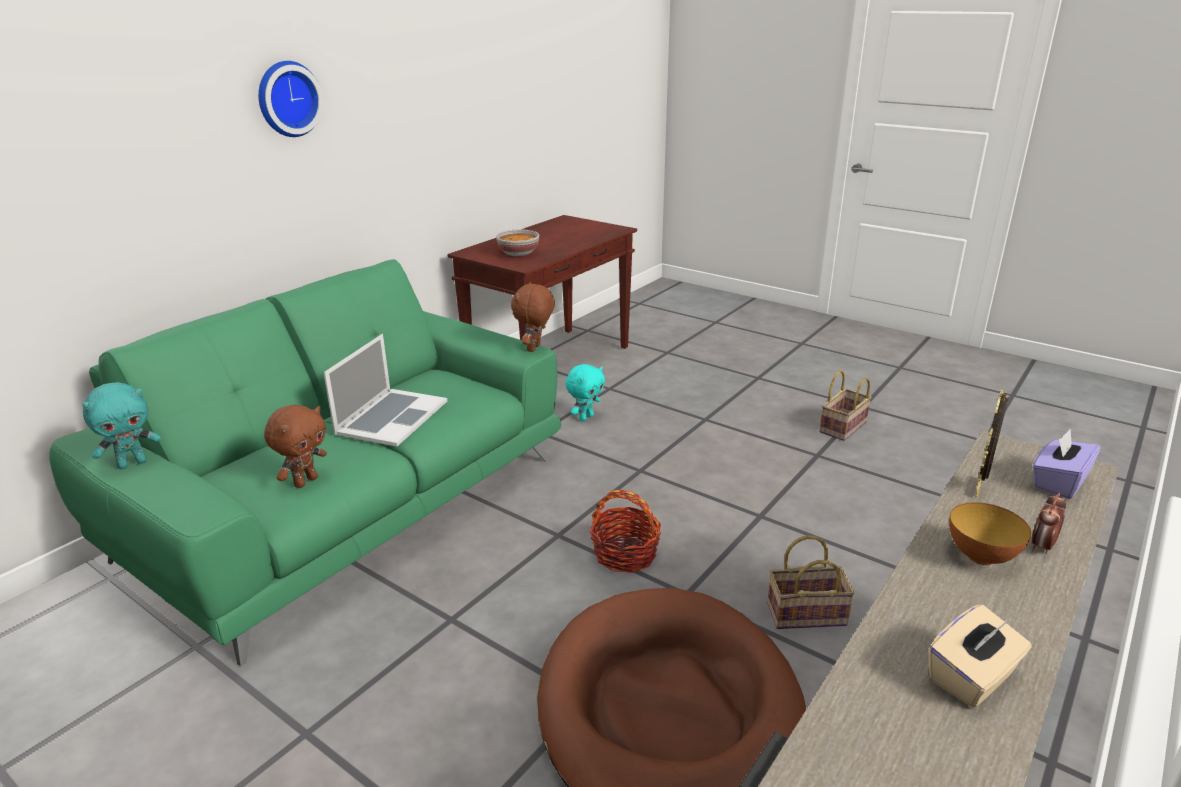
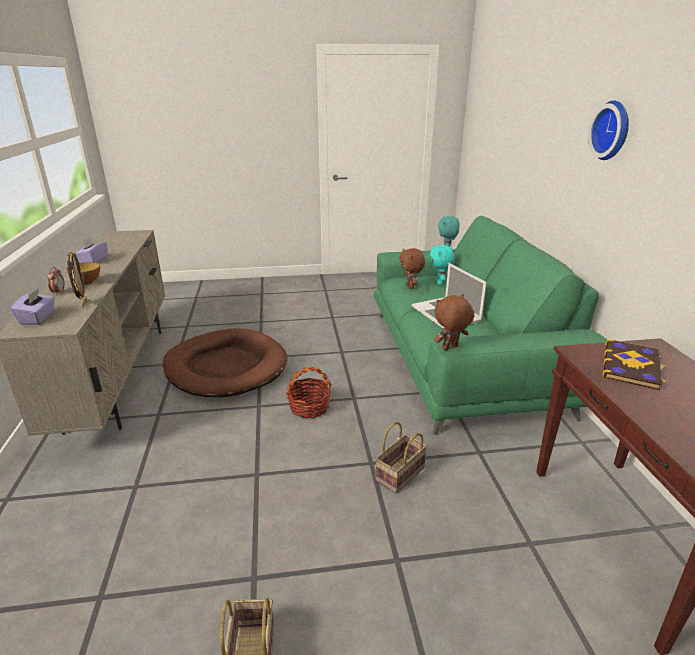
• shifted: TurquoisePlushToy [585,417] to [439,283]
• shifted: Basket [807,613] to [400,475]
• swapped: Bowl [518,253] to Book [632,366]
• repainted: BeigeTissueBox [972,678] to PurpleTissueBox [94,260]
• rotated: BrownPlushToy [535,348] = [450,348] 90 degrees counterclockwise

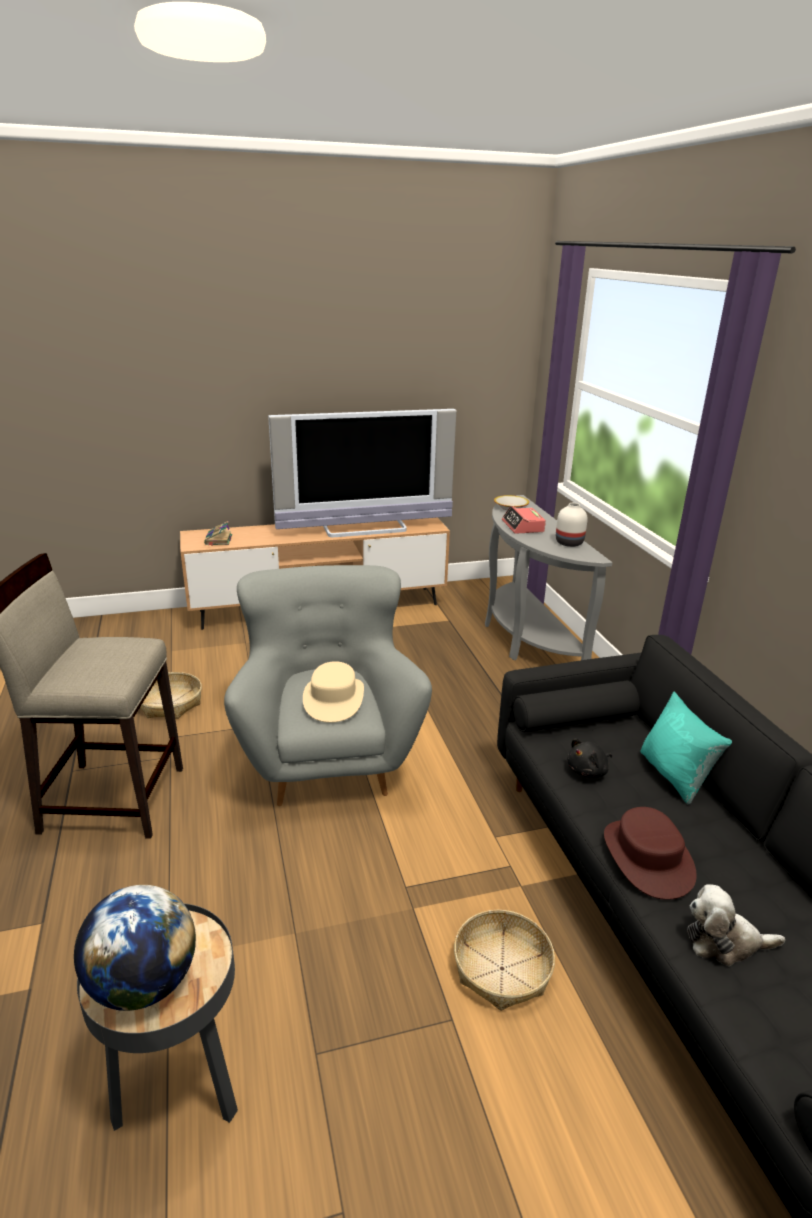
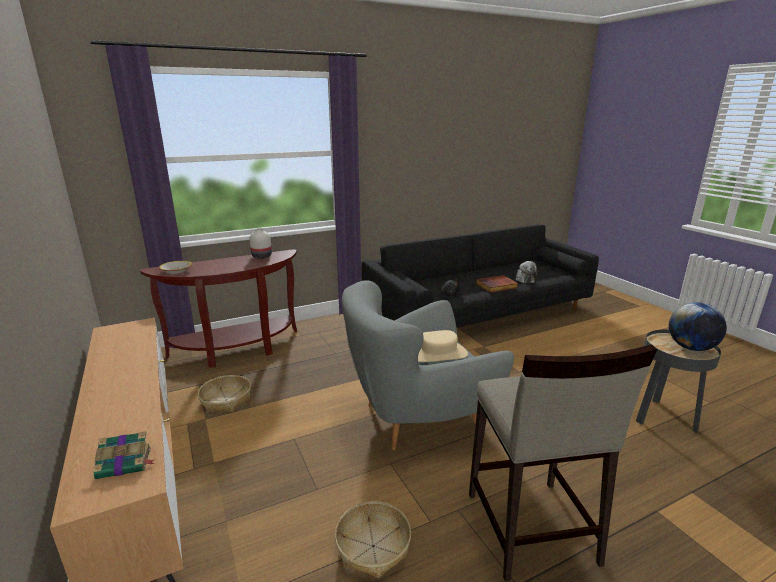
• gone: Television [365,528]
• gone: AlarmClock [523,526]
• gone: TurquoisePillow [674,776]
• shifted: Basket [502,969] to [226,400]
• swapped: BrownHat [646,857] to Book [496,286]
• repainted: GreyConsoleTable [526,637] to BrownConsoleTable [237,350]

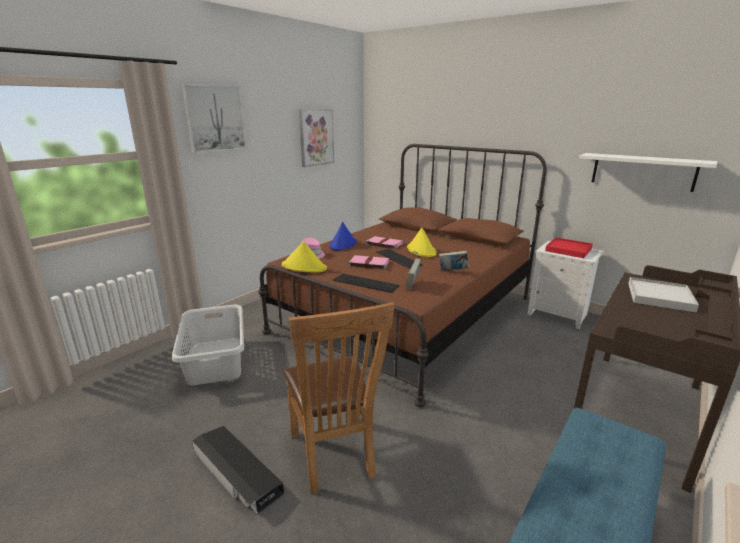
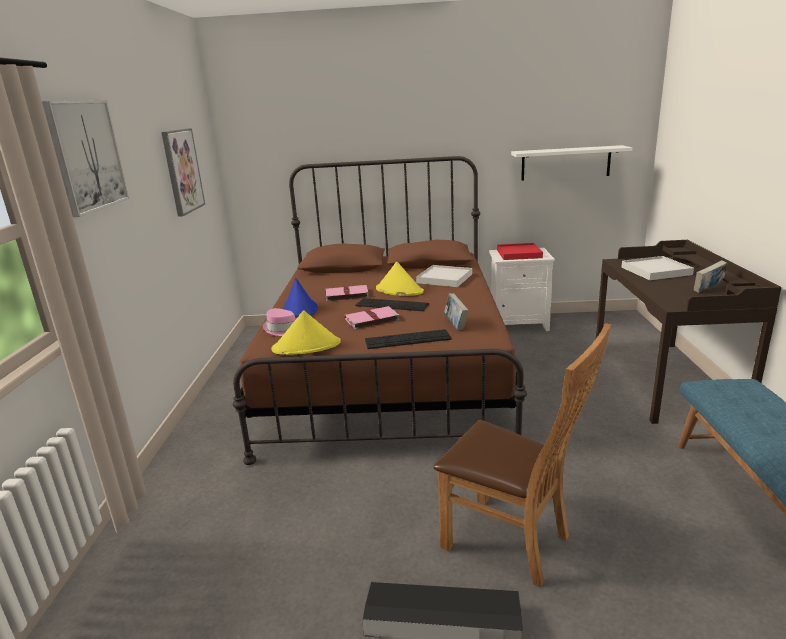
• gone: GreyLaundryBasket [216,360]
• new: WhiteTray [444,278]
• shifted: Book [453,271] to [708,290]

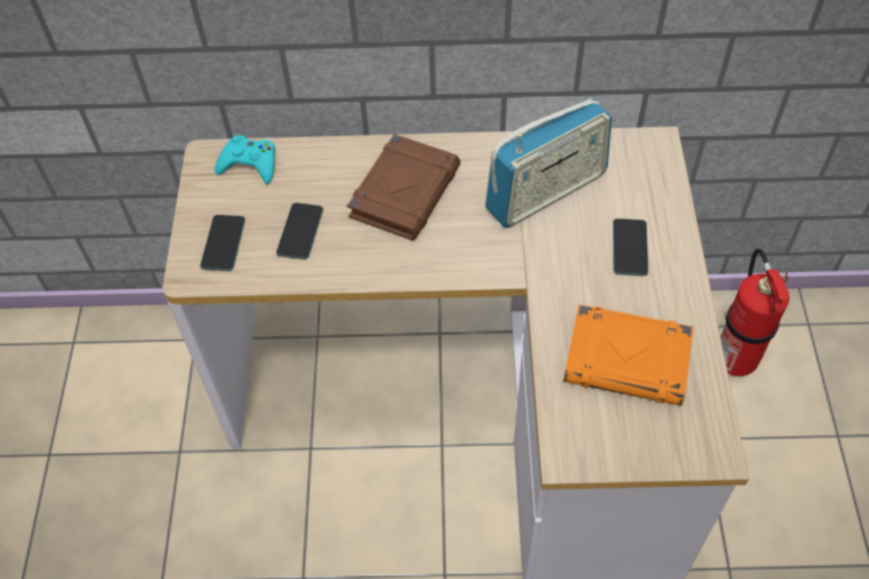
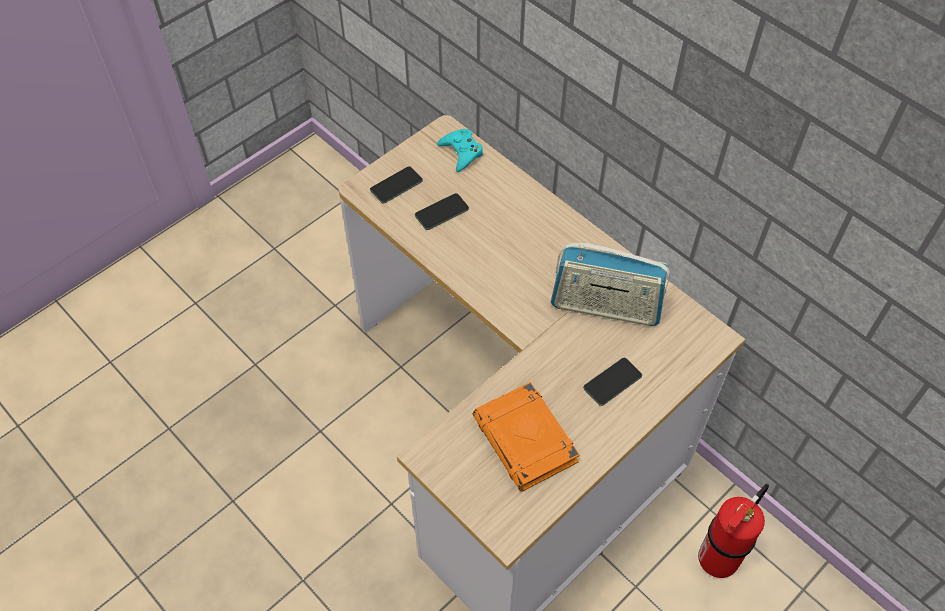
• gone: BrownBook [404,191]

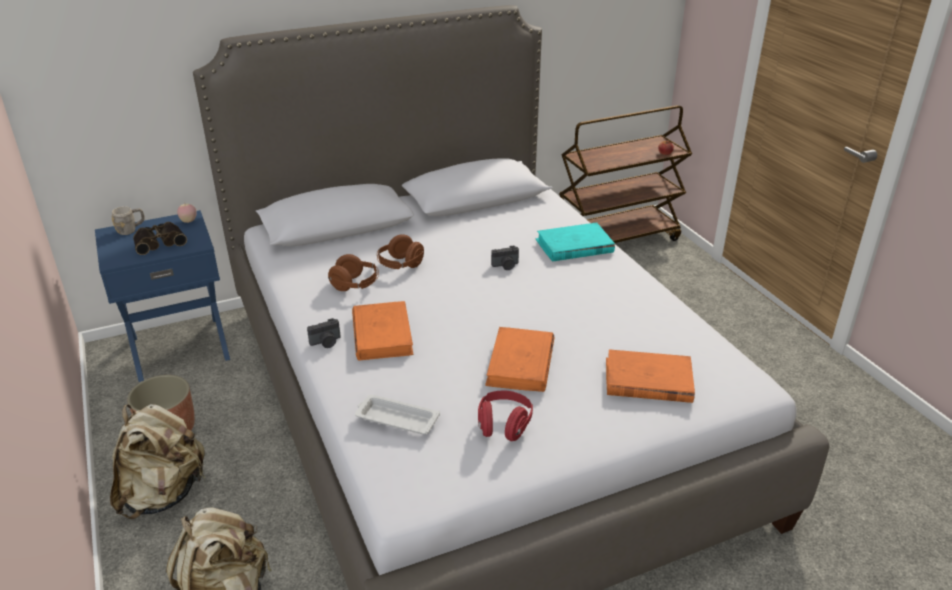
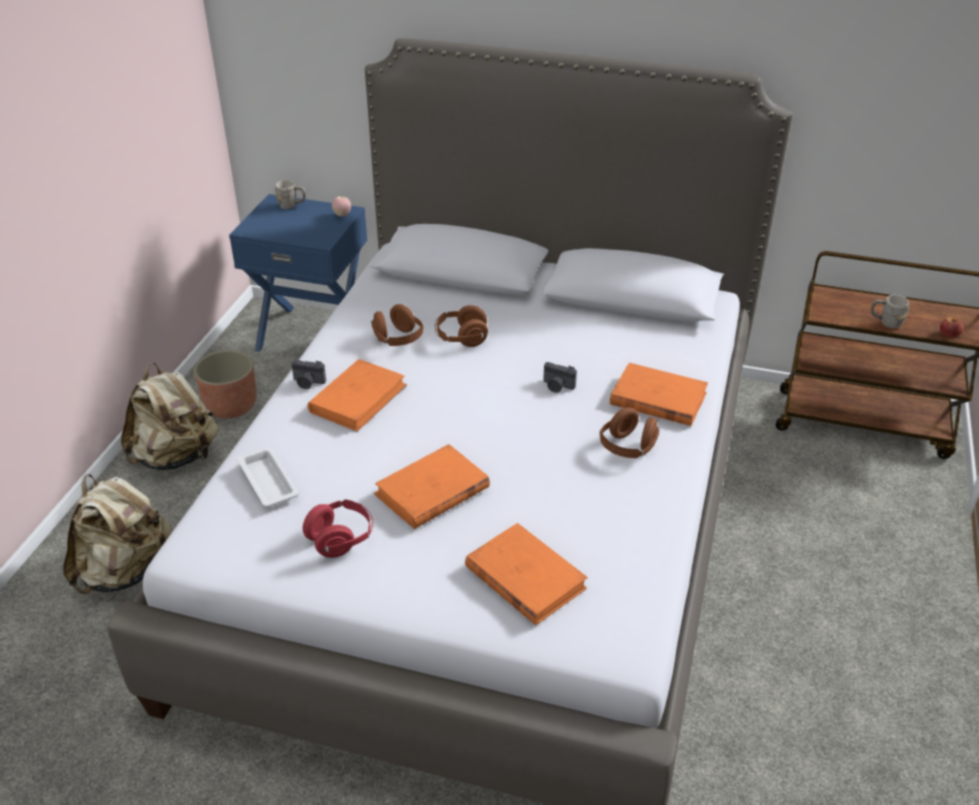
• gone: Binoculars [159,242]
• new: BrownHeadphones [627,448]
• new: GreyMug [885,322]
• repainted: TurquoiseBook [574,246] to OrangeBook [657,399]

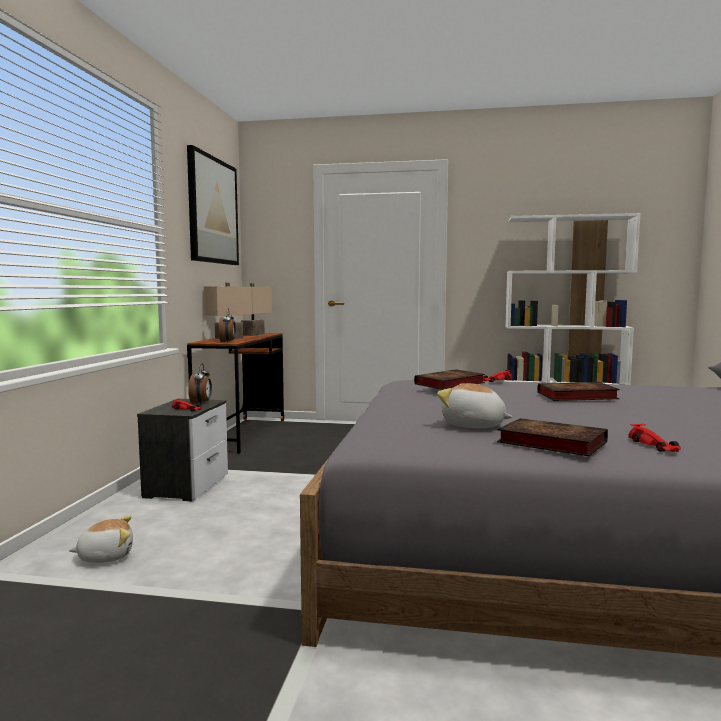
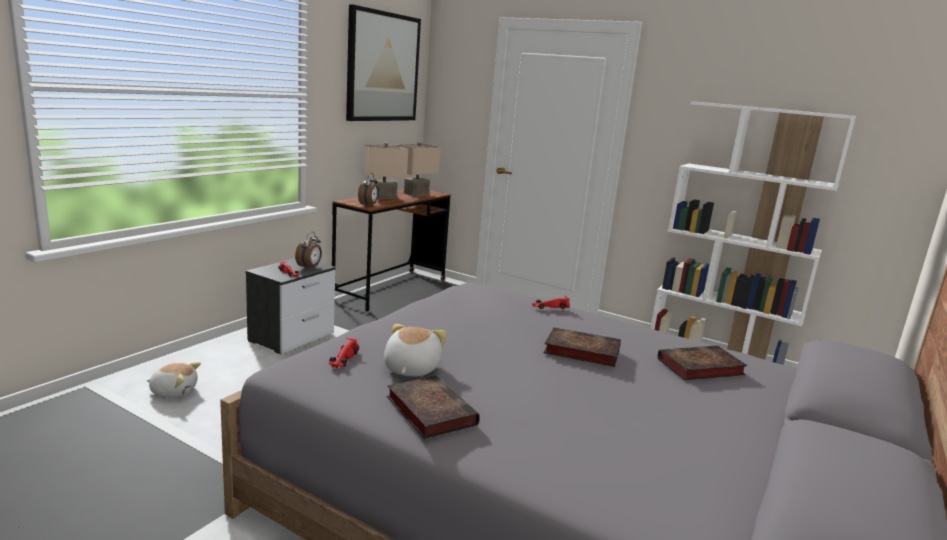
• shifted: Book [449,384] to [699,368]
• shifted: RedToyCar [654,446] to [343,358]
• rotated: PlushToy [473,425] = [410,368] 45 degrees clockwise

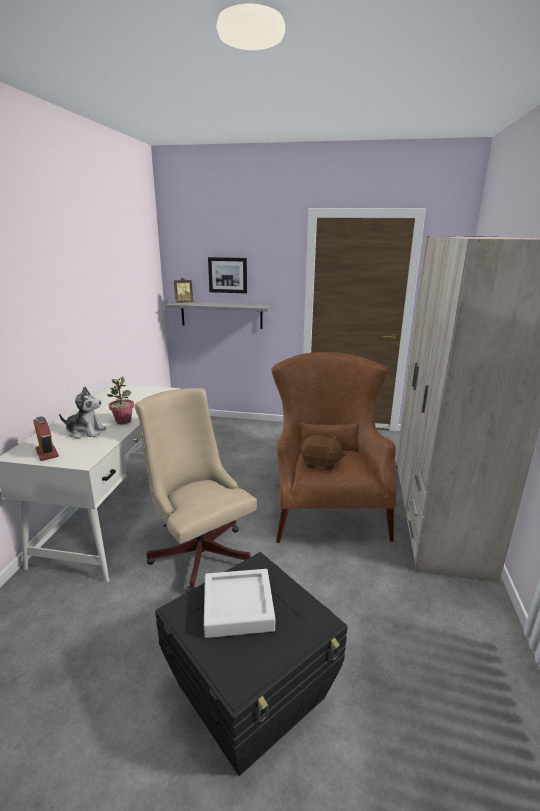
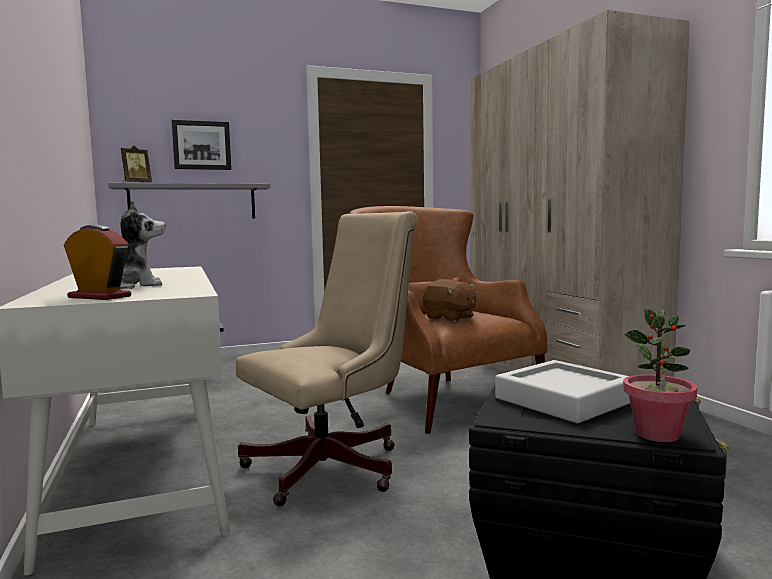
• shifted: PottedPlant [123,421] to [657,434]
• rotated: BeigeOfficeChair [199,550] = [335,466] 120 degrees clockwise
• rotated: BrownPlushToy [320,464] = [449,318] 60 degrees clockwise

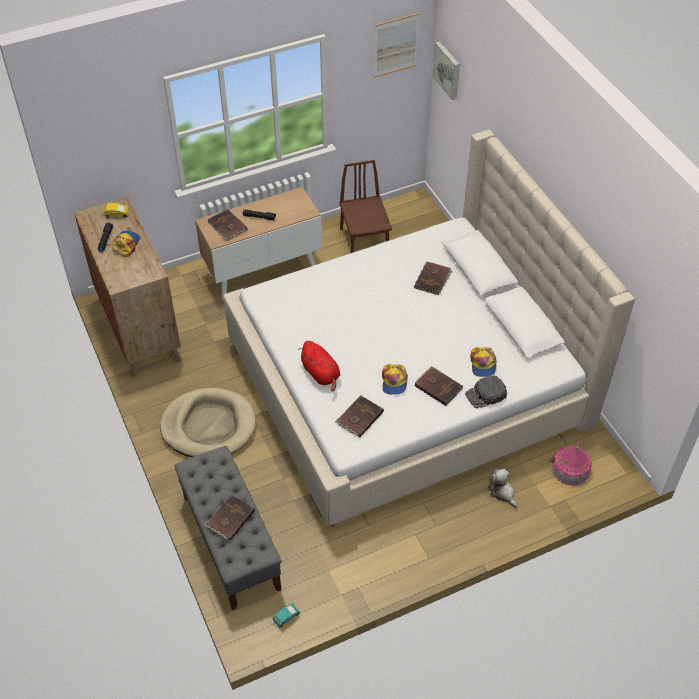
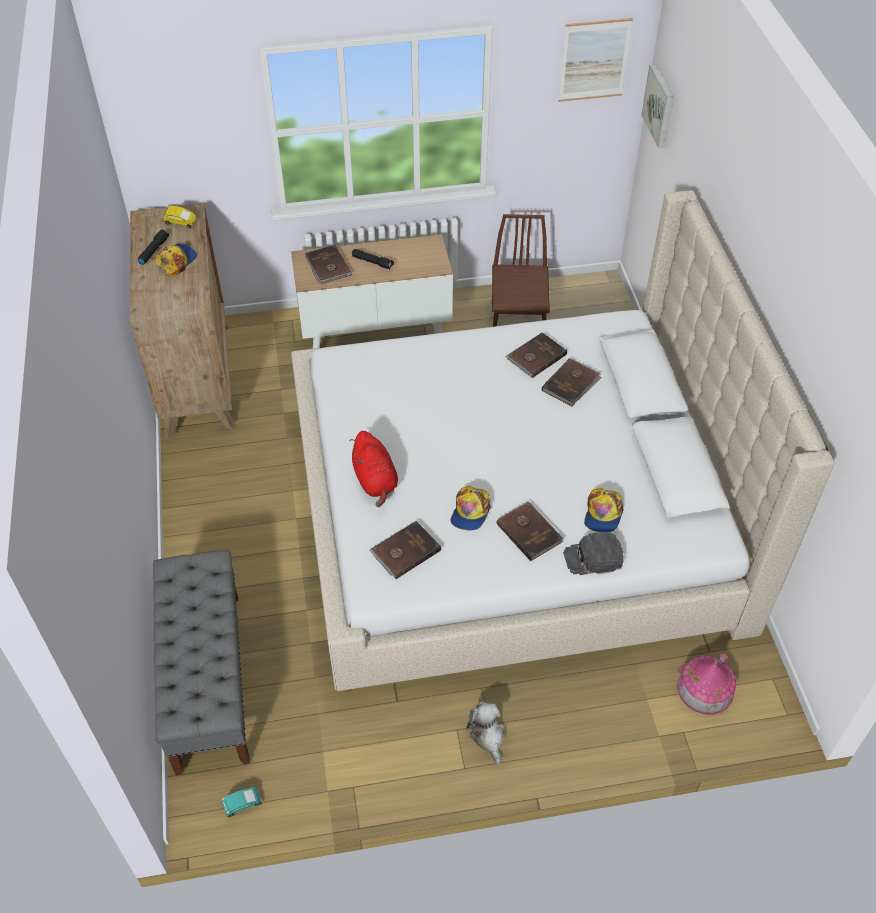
• gone: BeigeDogBed [209,426]
• shifted: BrownBook [229,518] to [536,356]
• shifted: PlushToy [502,492] to [487,736]

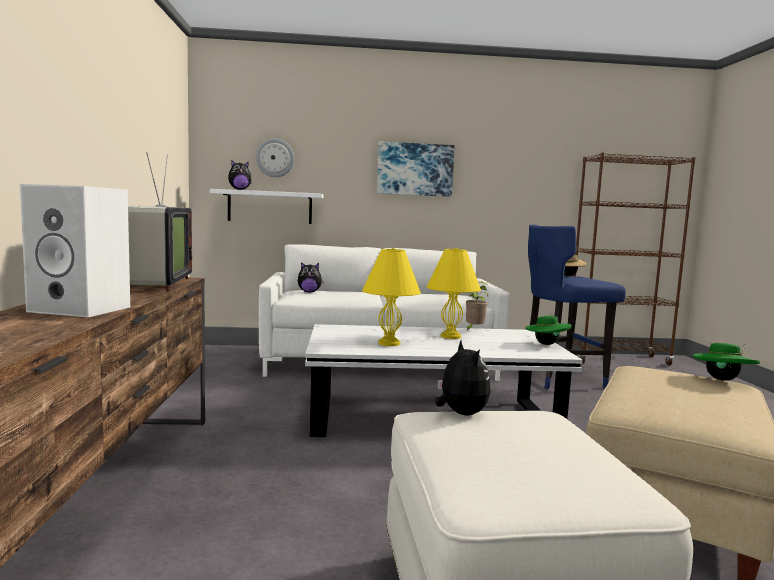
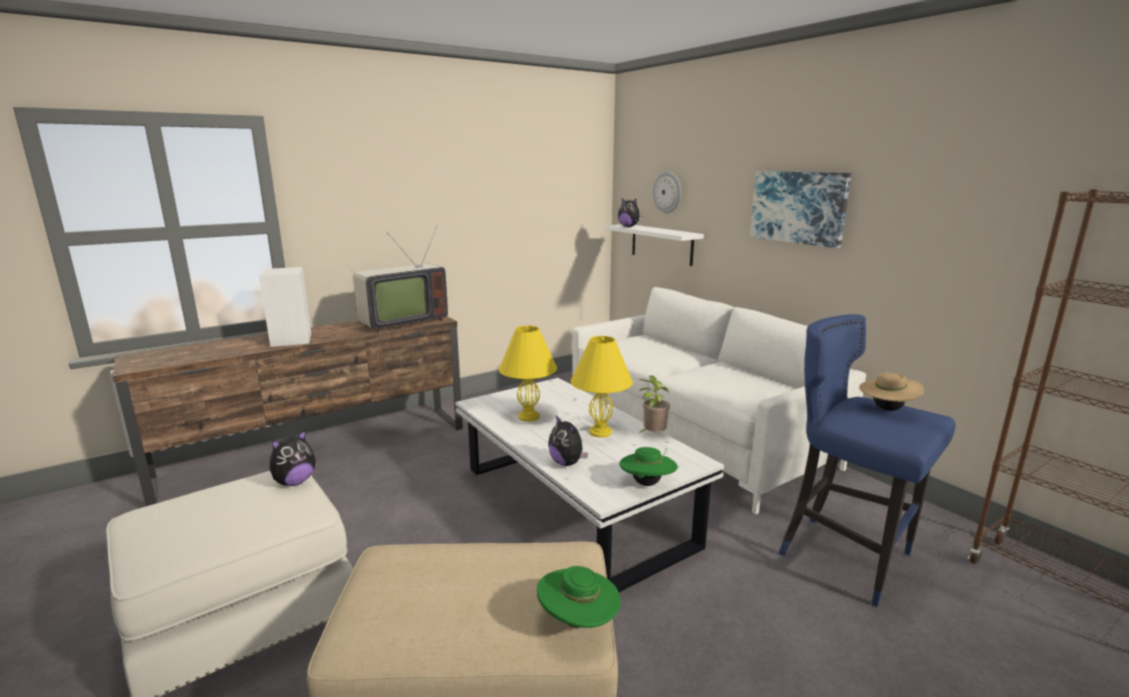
• shifted: PlushToy [309,292] to [567,463]

